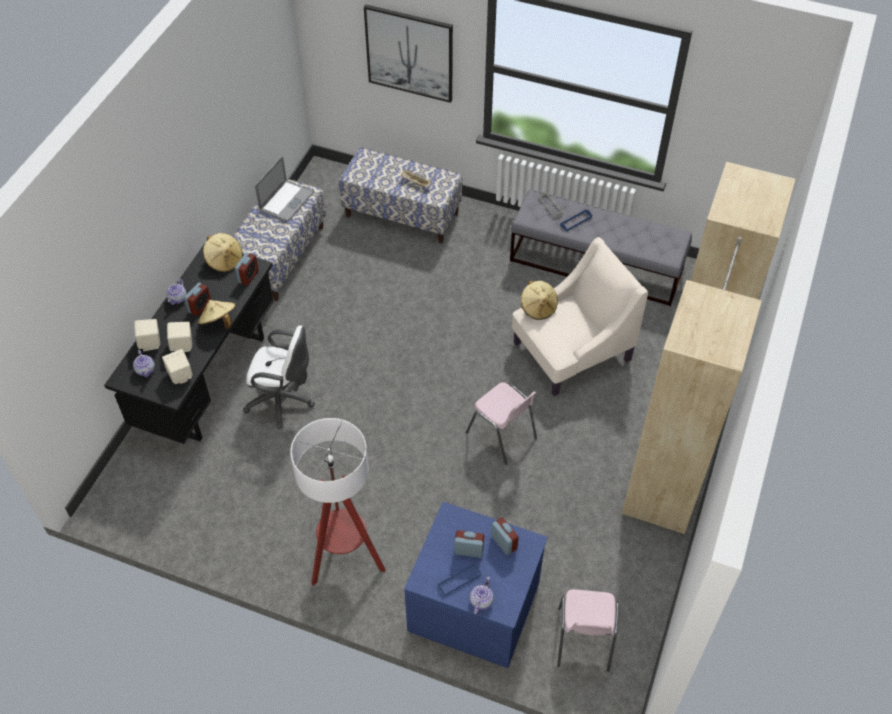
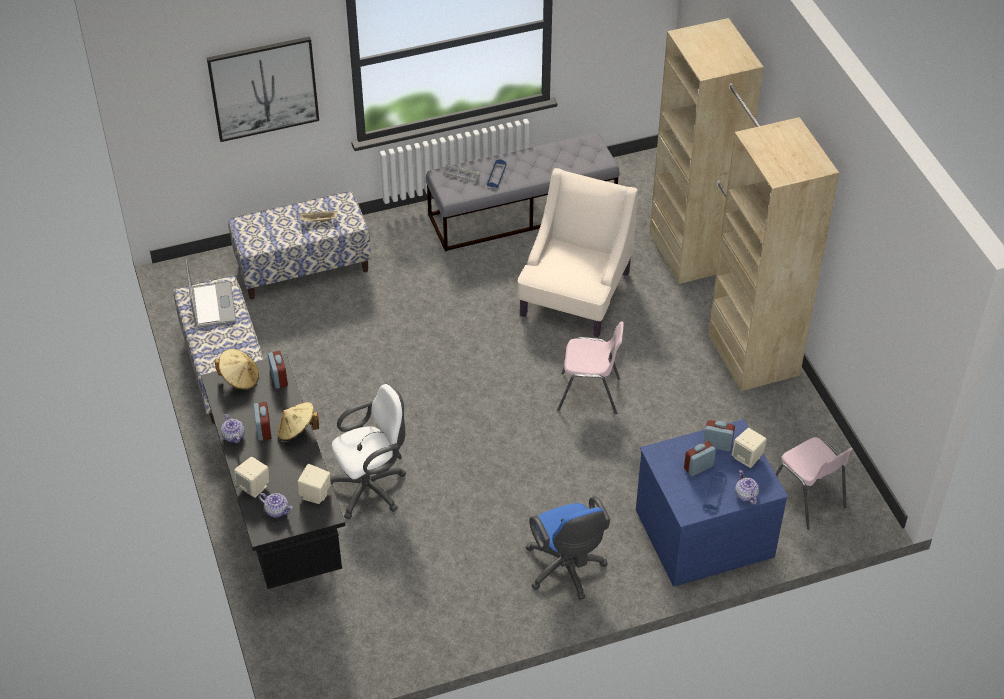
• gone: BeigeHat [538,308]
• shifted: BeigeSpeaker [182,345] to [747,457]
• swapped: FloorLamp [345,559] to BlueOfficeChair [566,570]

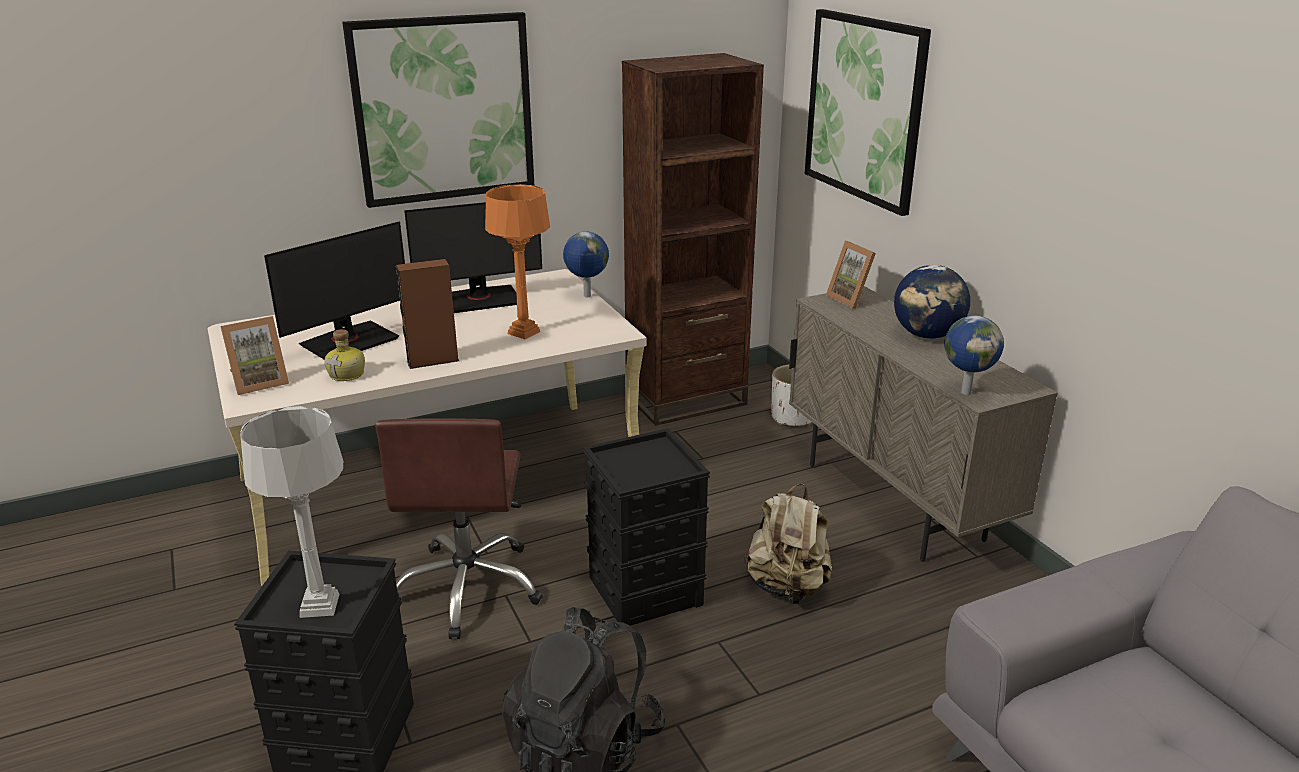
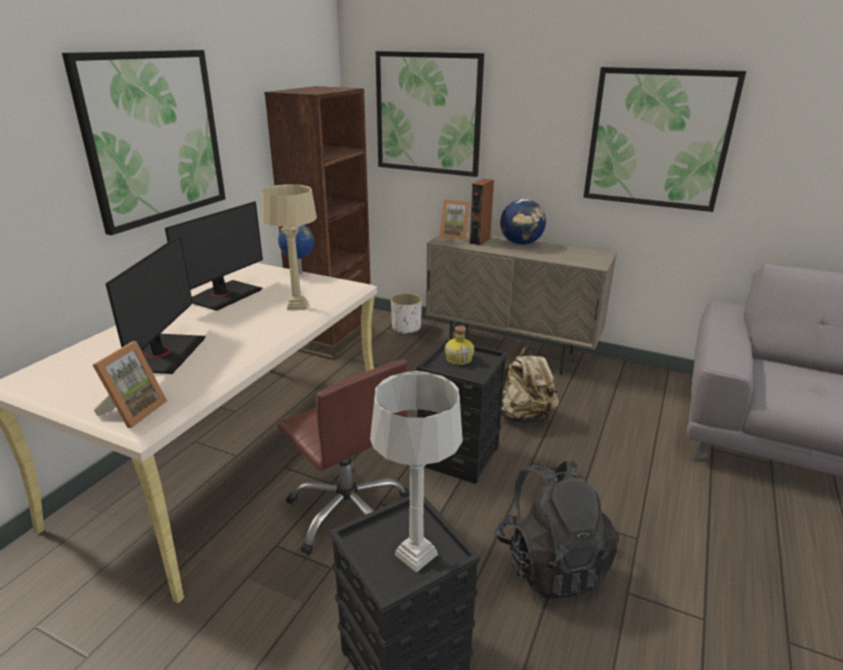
• gone: Globe [965,392]
• new: Picture [658,139]
• shifted: Bottle [348,374] to [459,358]
• shifted: BrownSpeaker [433,361] to [479,240]
• repainted: OrangeTableLamp [524,333] to BeigeTableLamp [297,306]

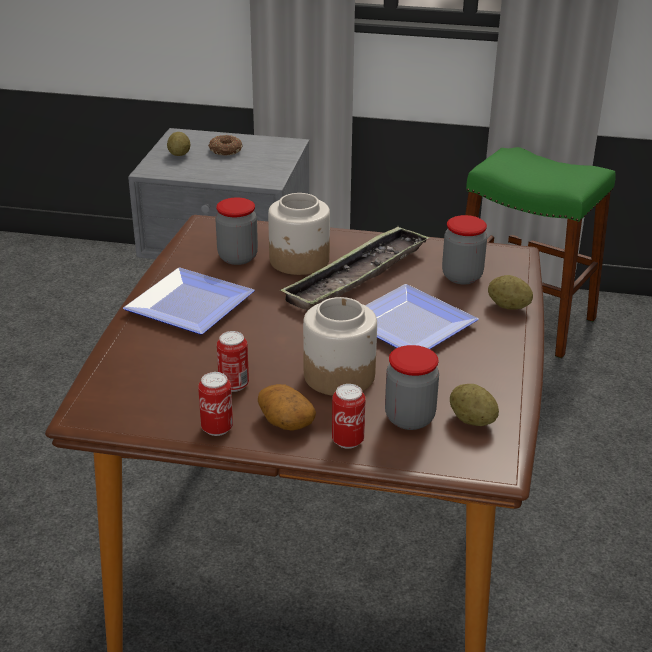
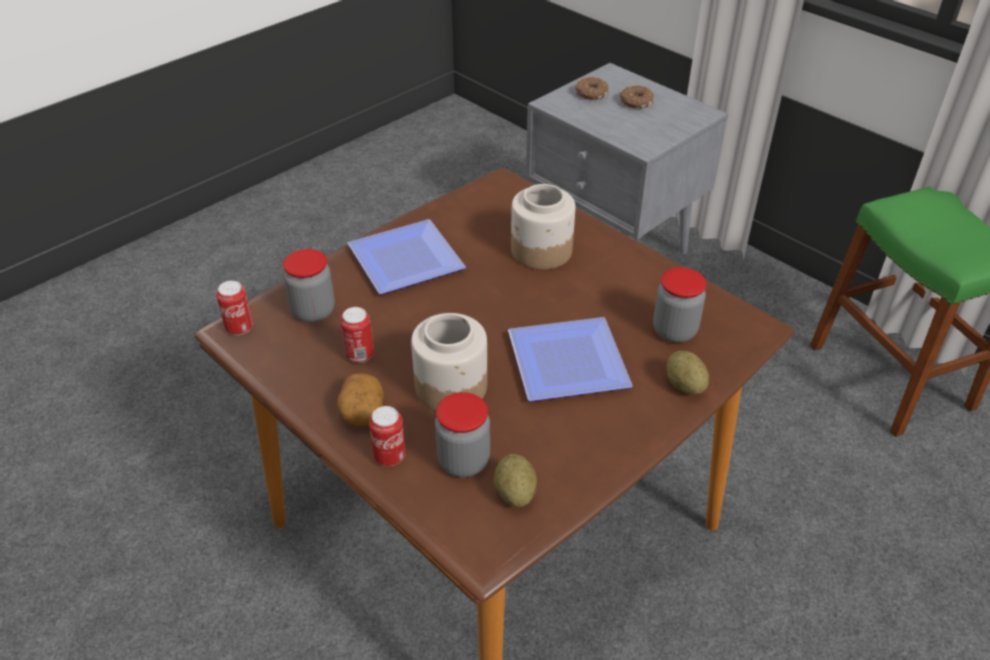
• gone: Tray [357,276]
• shifted: Can [217,428] to [240,328]
• shifted: Jar [237,257] to [313,311]
• swapped: Potato [179,154] to Donut [591,94]

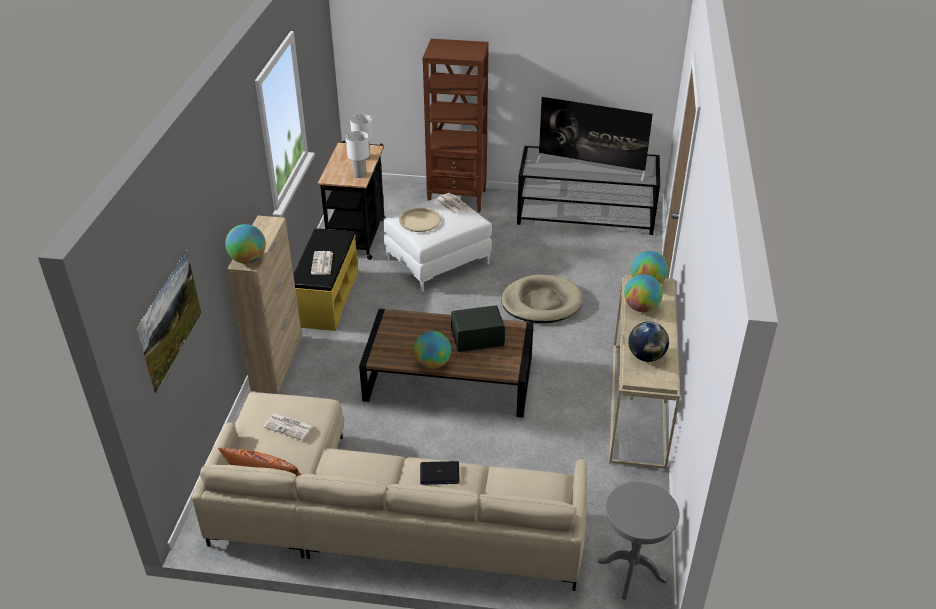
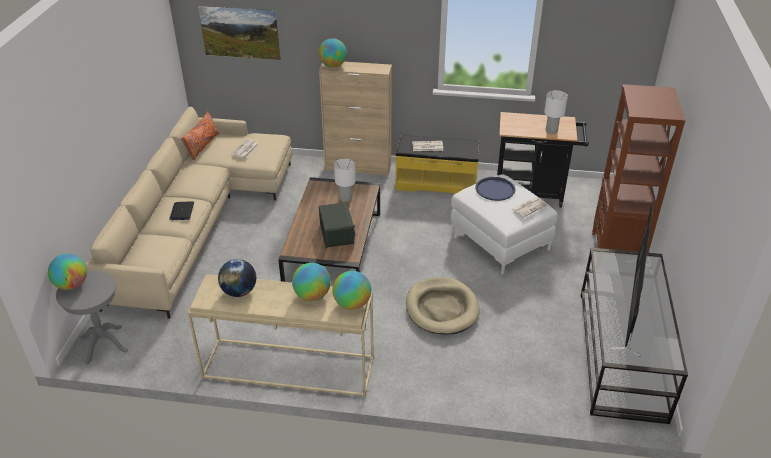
• shifted: WhiteTableLamp [360,175] to [345,198]
• shifted: Globe [433,363] to [72,285]
• repainted: BeigeTray [420,220] to BlueTray [495,189]

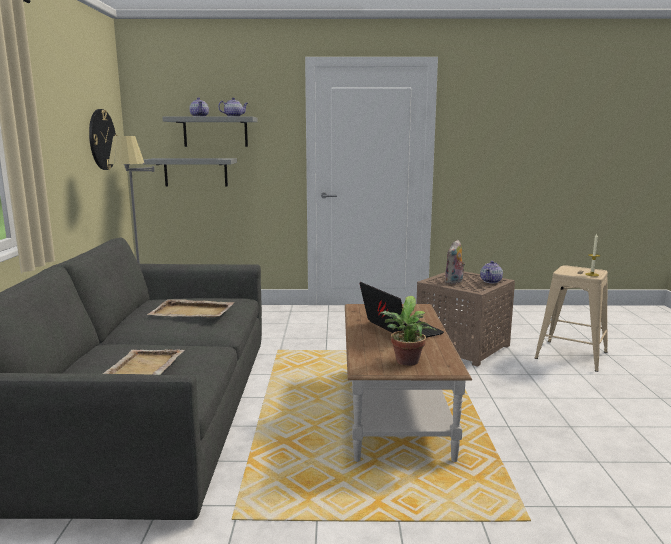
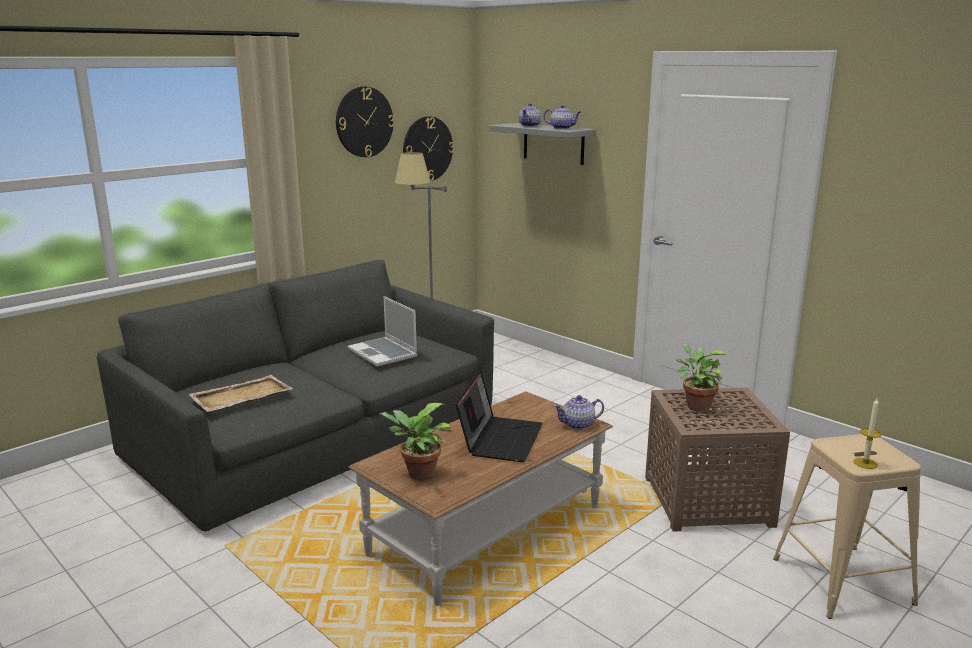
• gone: GreyShelf [195,172]
• new: WallClock [364,122]
• shifted: Teapot [491,281] to [578,425]
• swapped: BeigeTray [193,312] to Laptop [383,353]
• swapped: PlushToy [454,282] to PottedPlant [695,406]

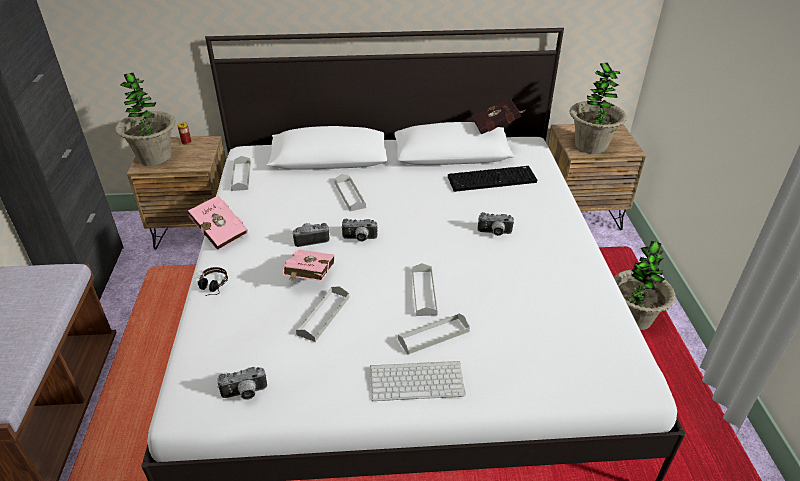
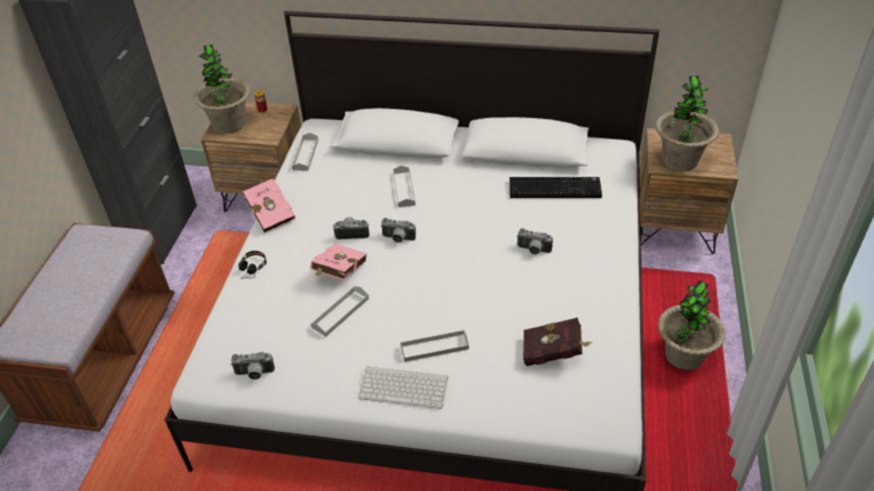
• gone: GreyTray [424,292]
• shifted: RedBook [497,127] to [554,353]

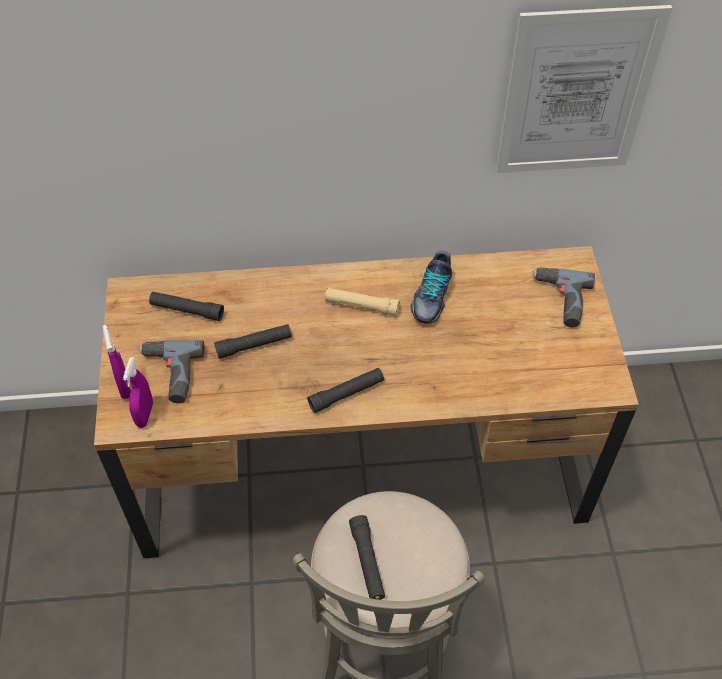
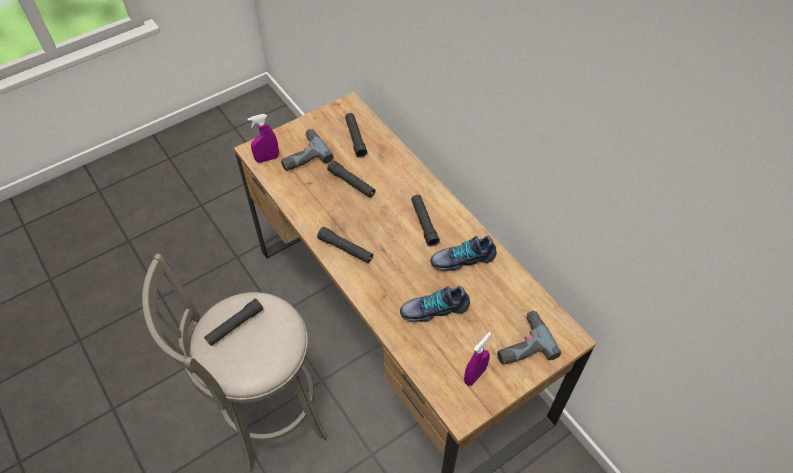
• gone: Picture [576,93]
• new: Shoe [434,308]
• shifted: PurpleSprayBottle [124,386] to [475,375]
• repainted: BeigeFlashlight [361,306] to BlackFlashlight [424,223]

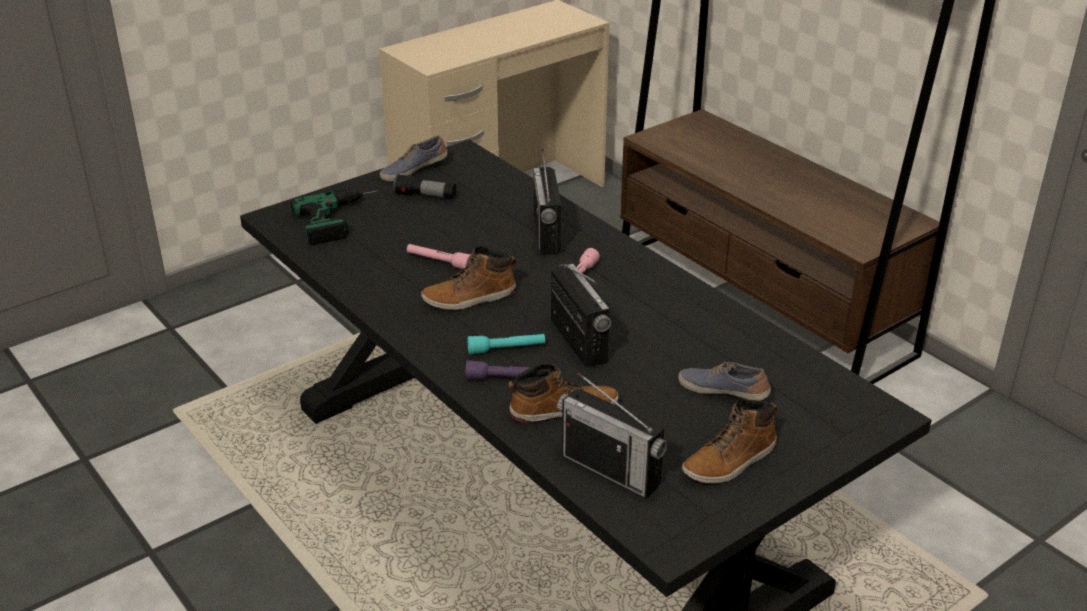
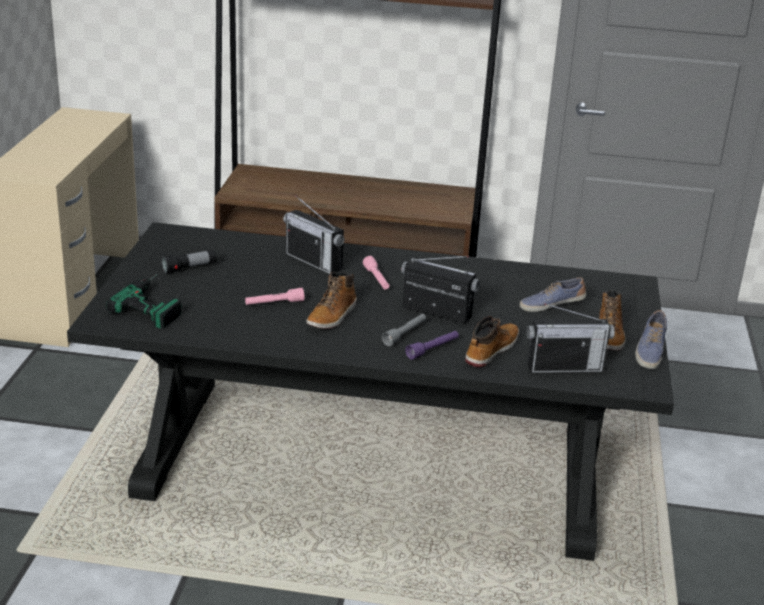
• shifted: Shoe [413,170] to [649,351]
• repainted: TurquoiseFlashlight [506,349] to GreyFlashlight [405,334]

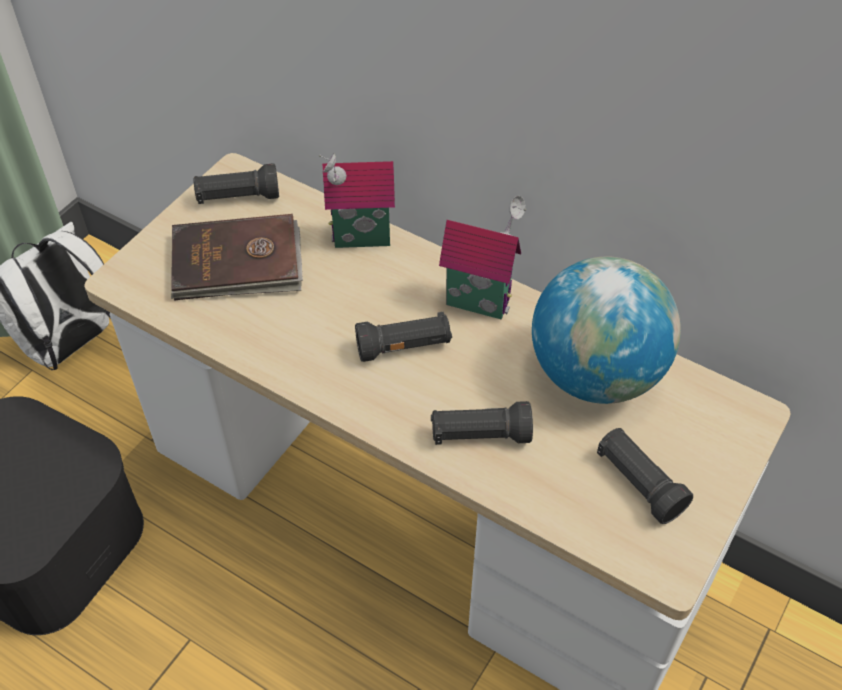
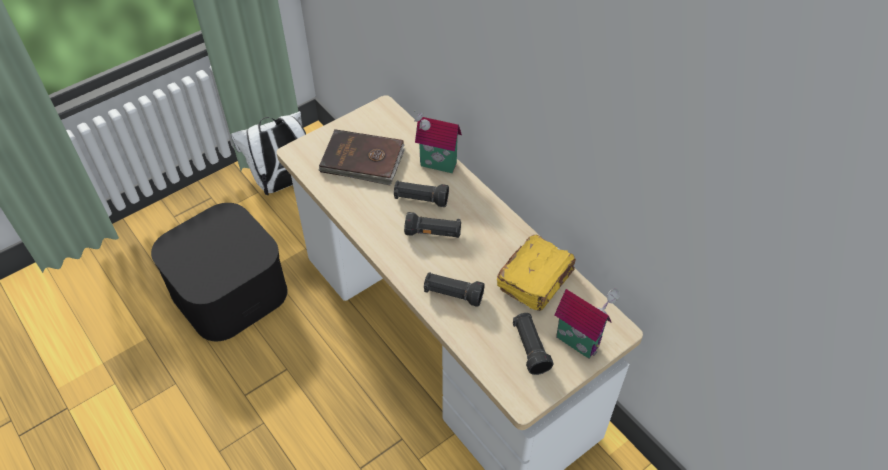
• shifted: BlackFlashlight [238,197] to [420,199]
• shifted: ToyHouse [479,300] to [579,340]
• swapped: Globe [595,374] to YellowBook [536,280]

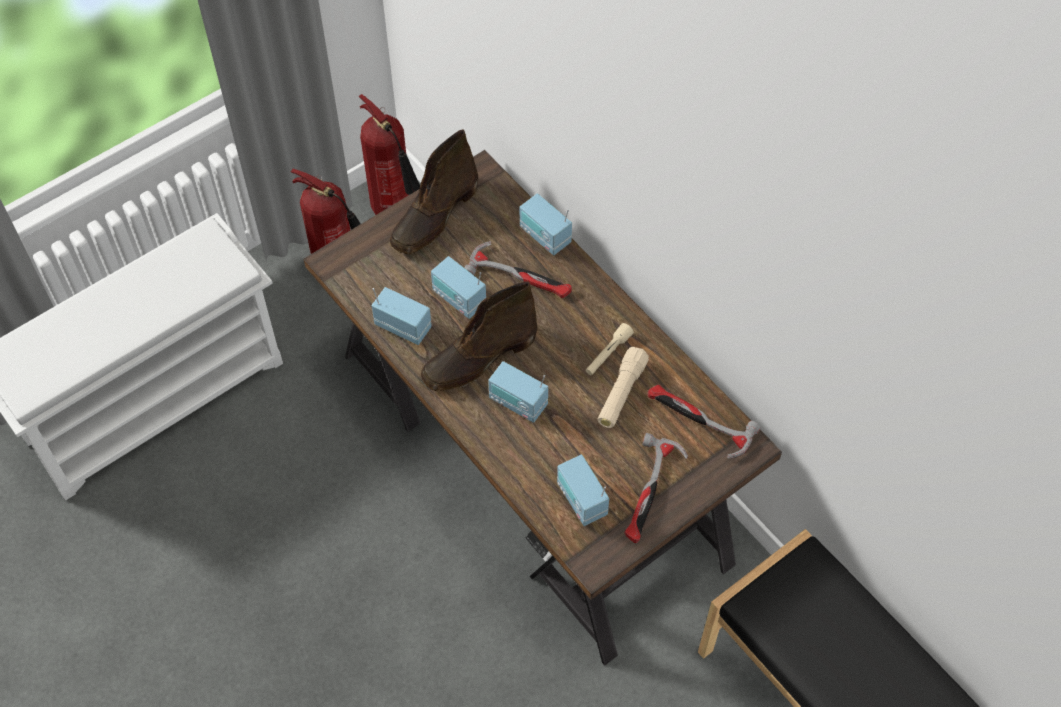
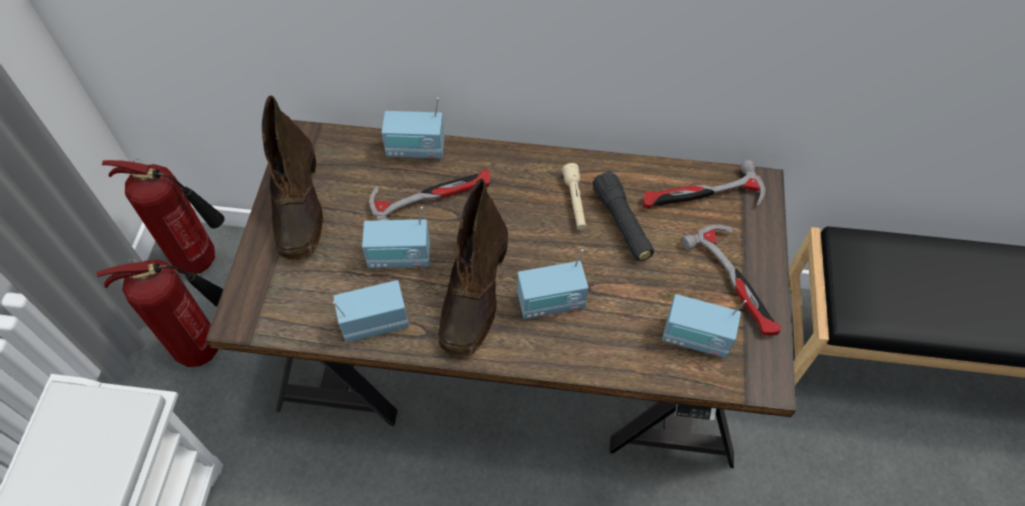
• repainted: BeigeFlashlight [621,393] to BlackFlashlight [622,224]

